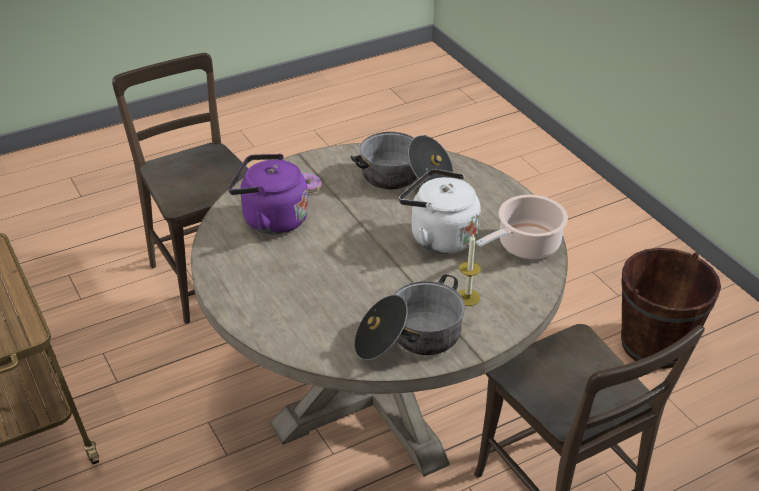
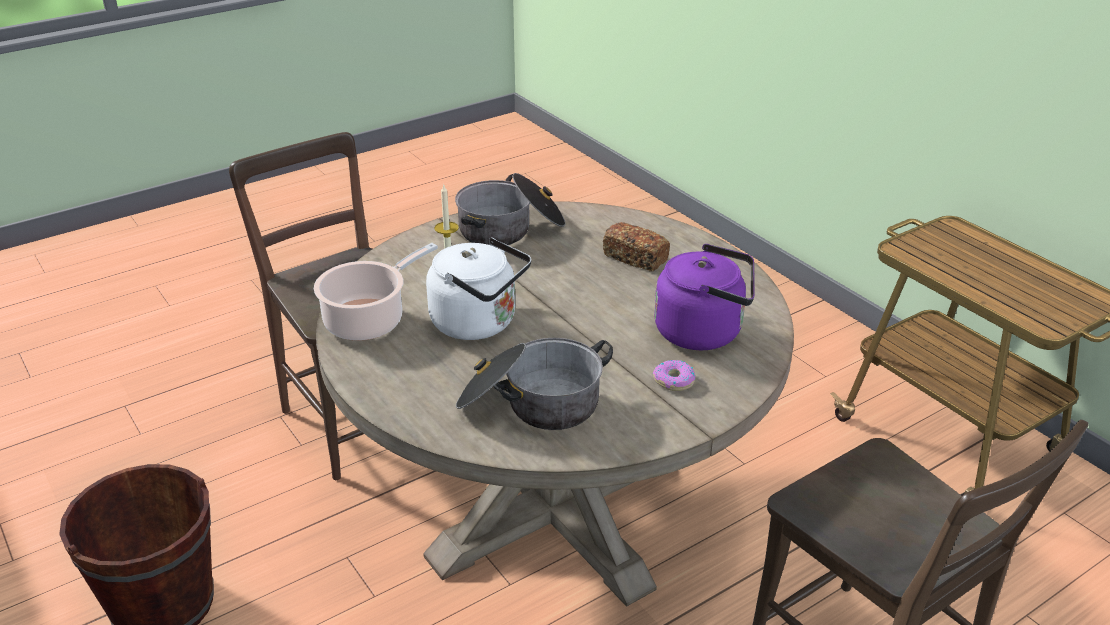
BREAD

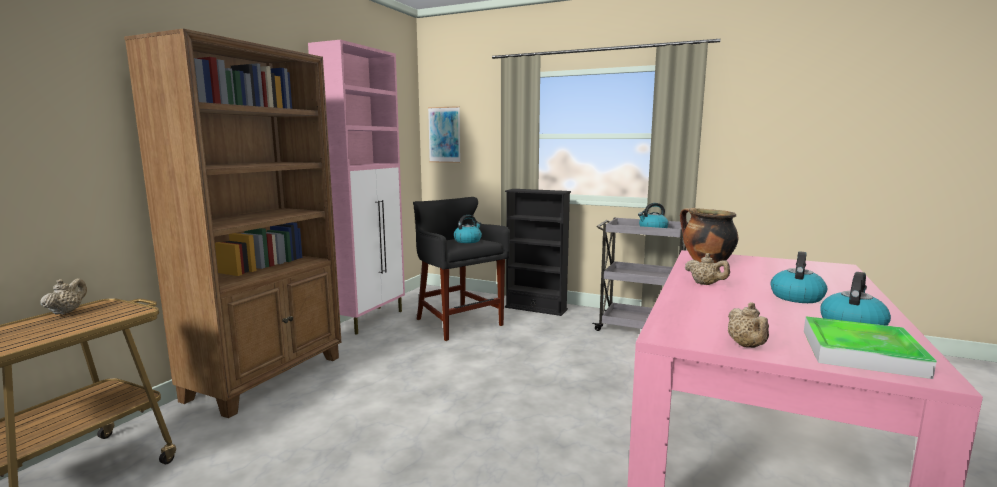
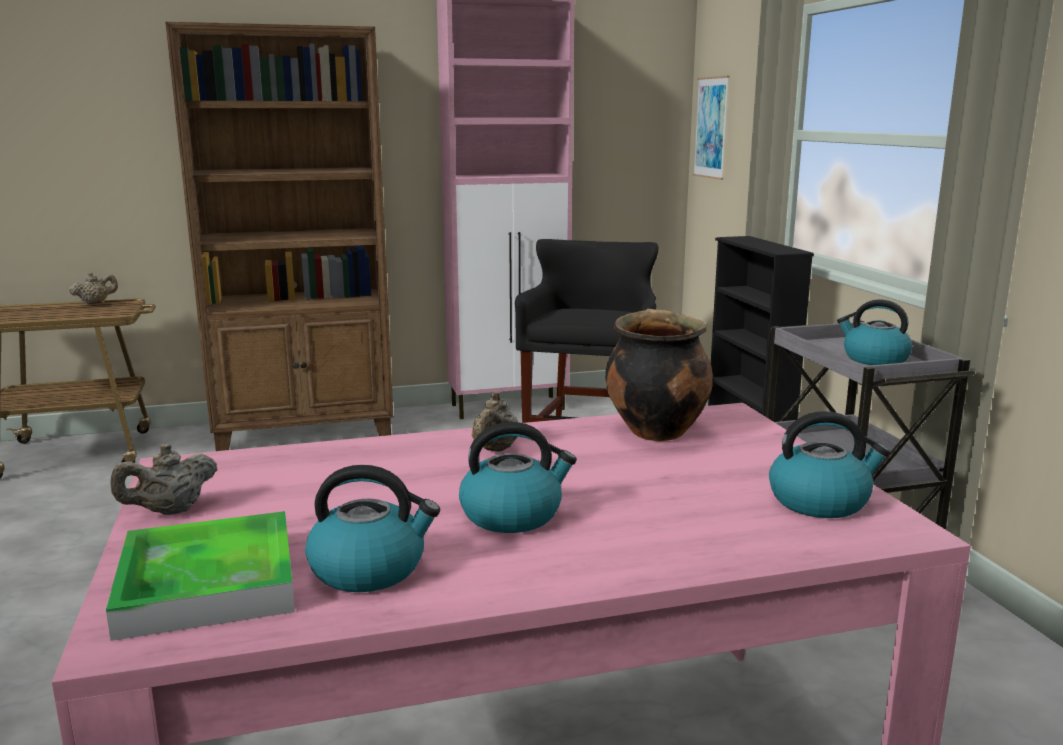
KETTLE (no. 3 from left)

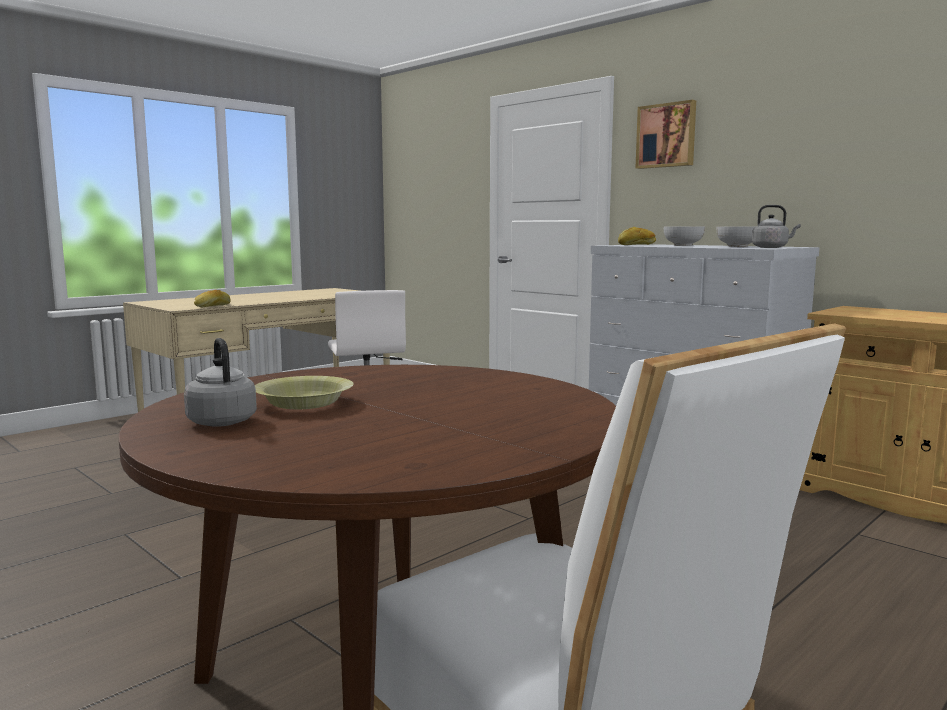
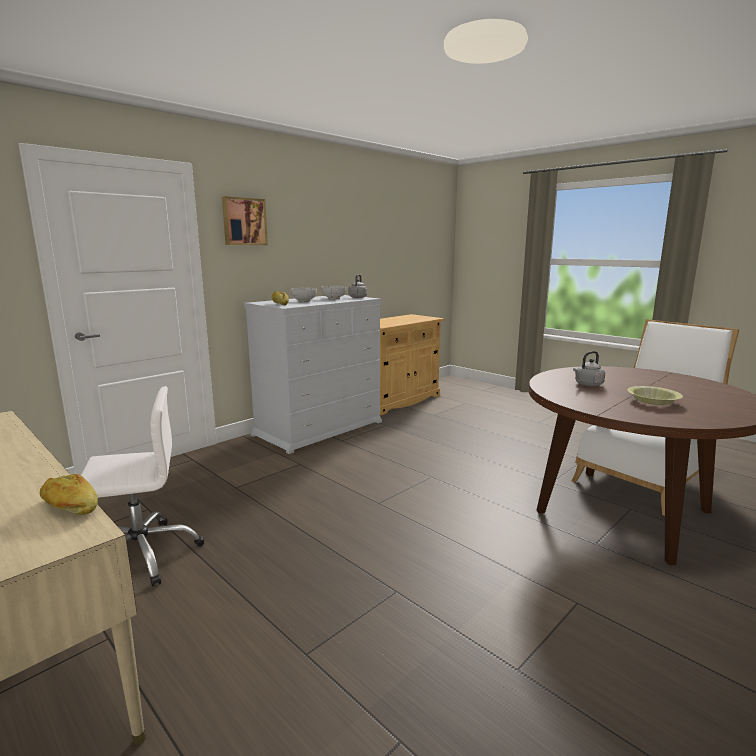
GREY KETTLE (no. 2 from left)

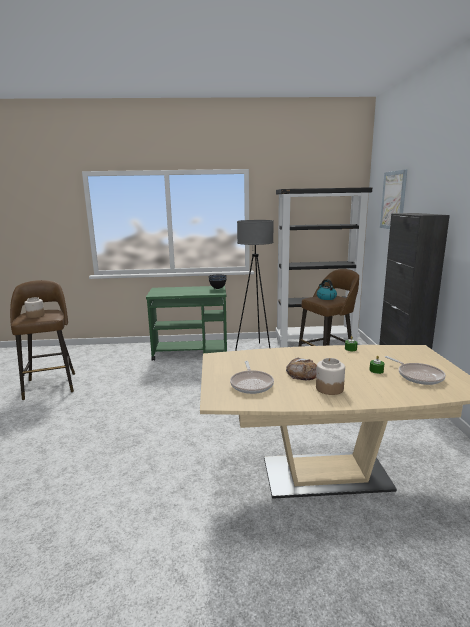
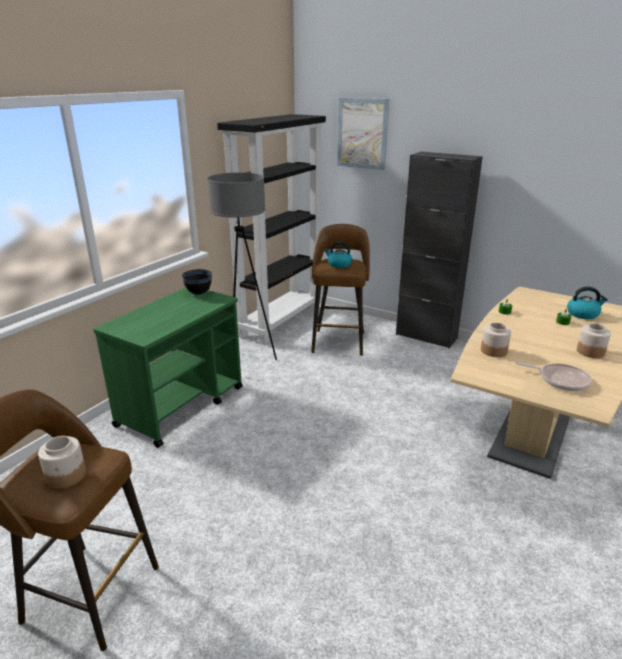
JAR (no. 2 from left); KETTLE (no. 2 from left); BREAD

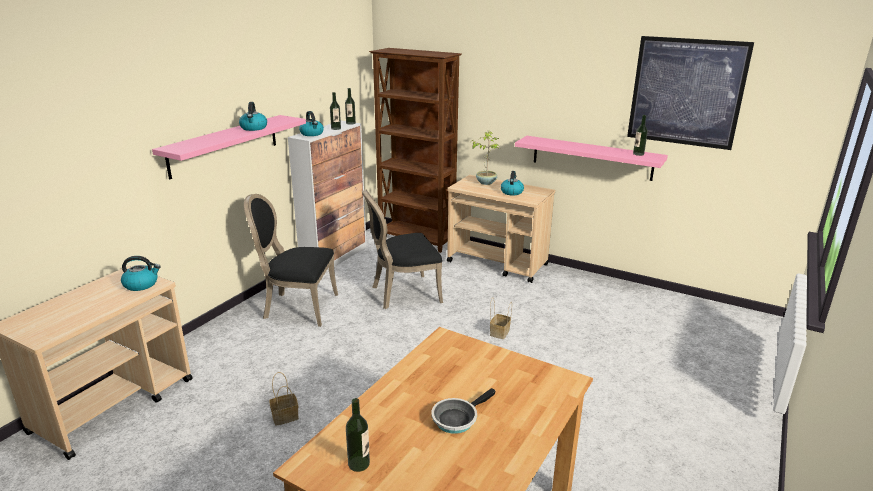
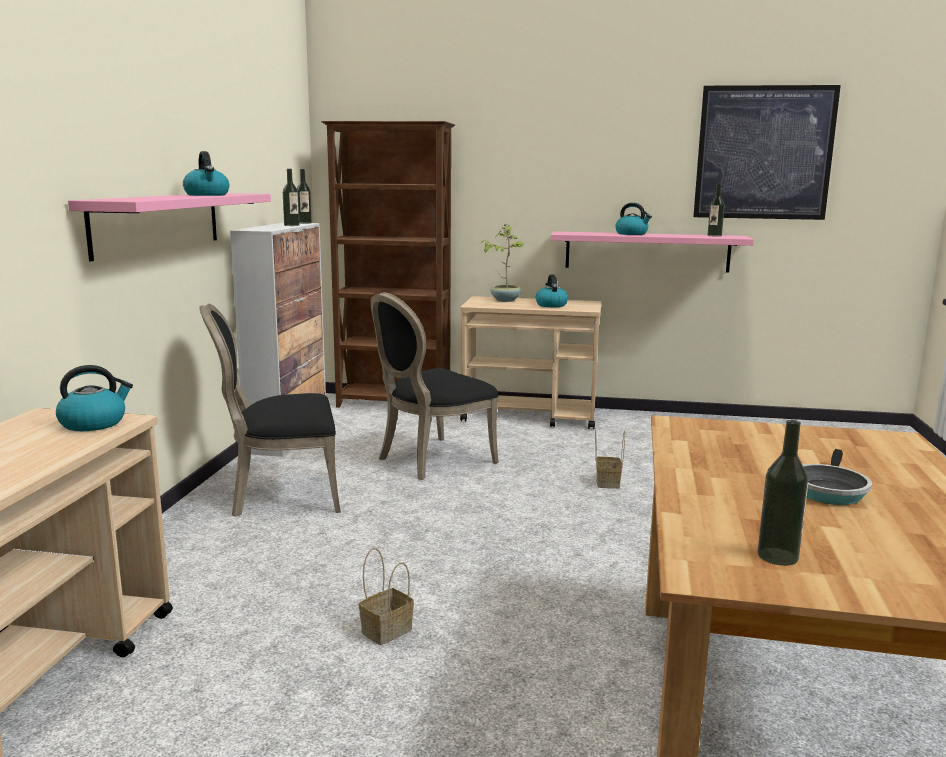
KETTLE (no. 4 from left)

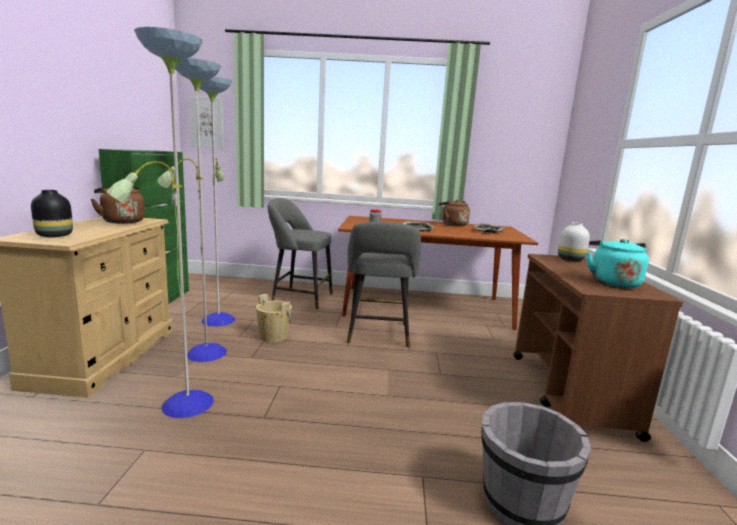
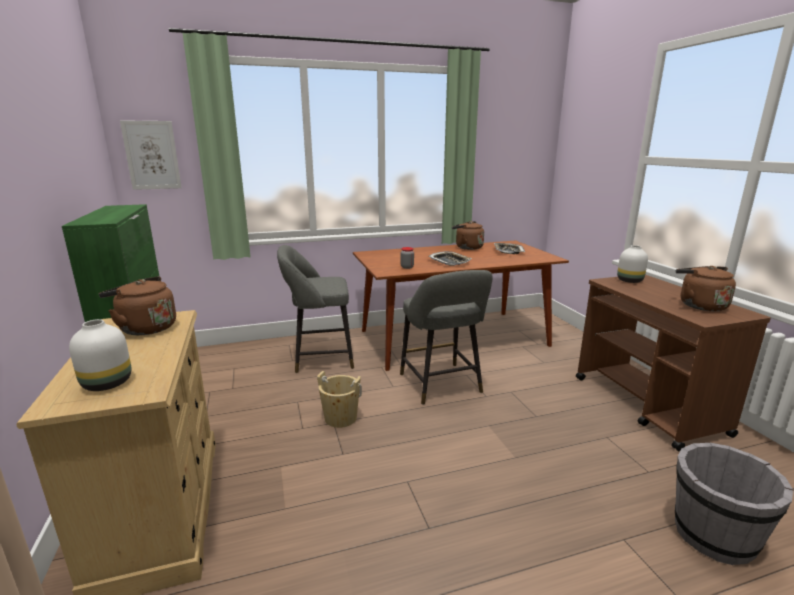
WHITE VASE (no. 1 from left); BROWN KETTLE (no. 3 from left); FLOOR LAMP

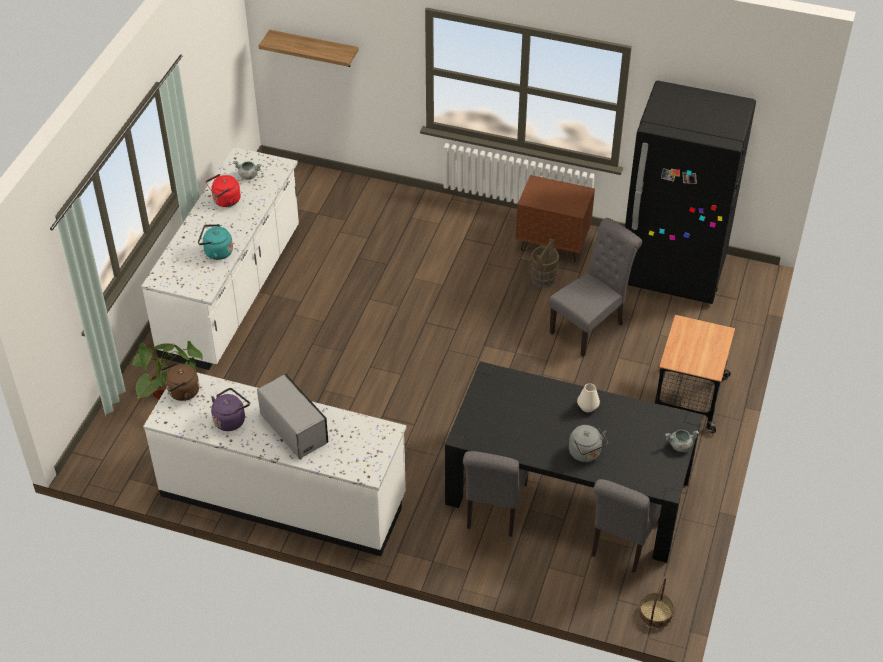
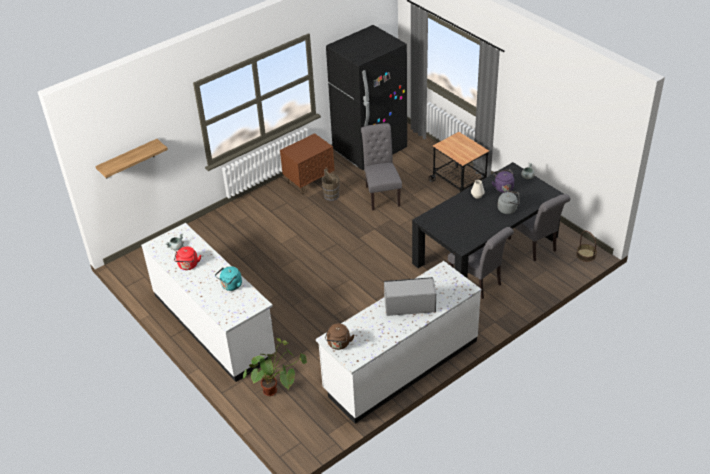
PURPLE KETTLE

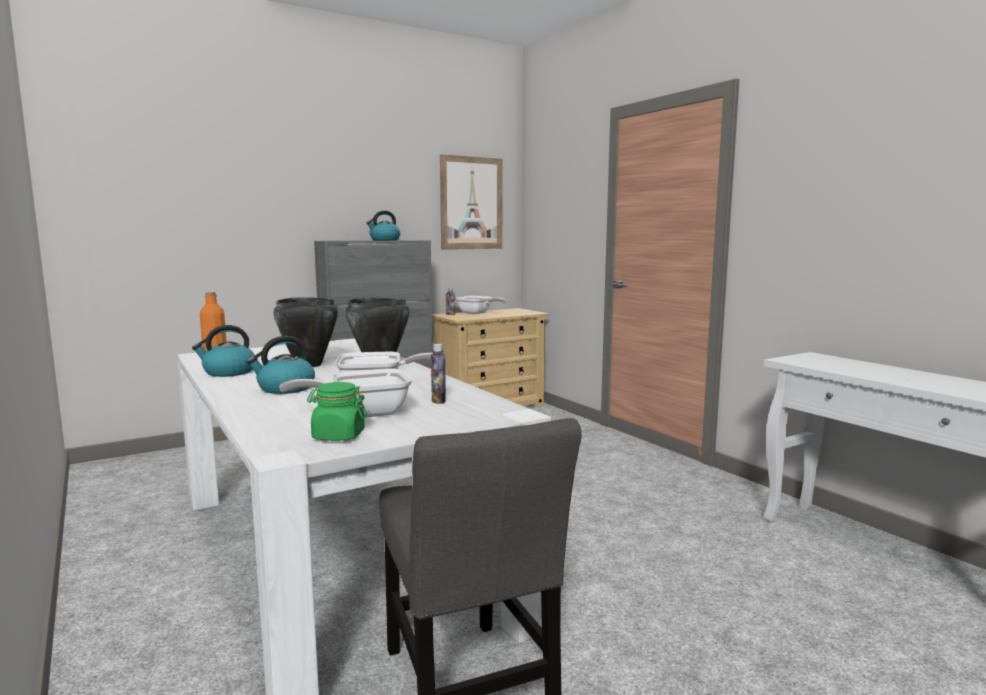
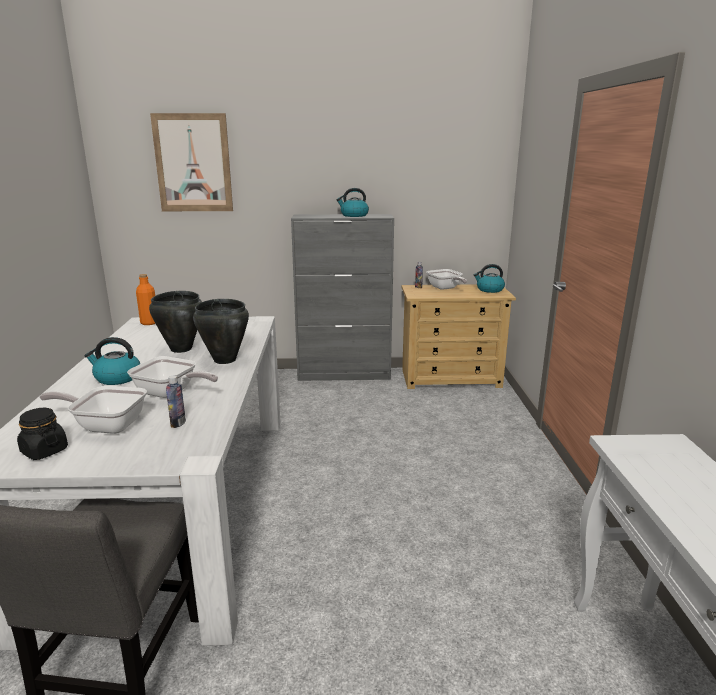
BLACK JAR; PICTURE; KETTLE (no. 3 from left)

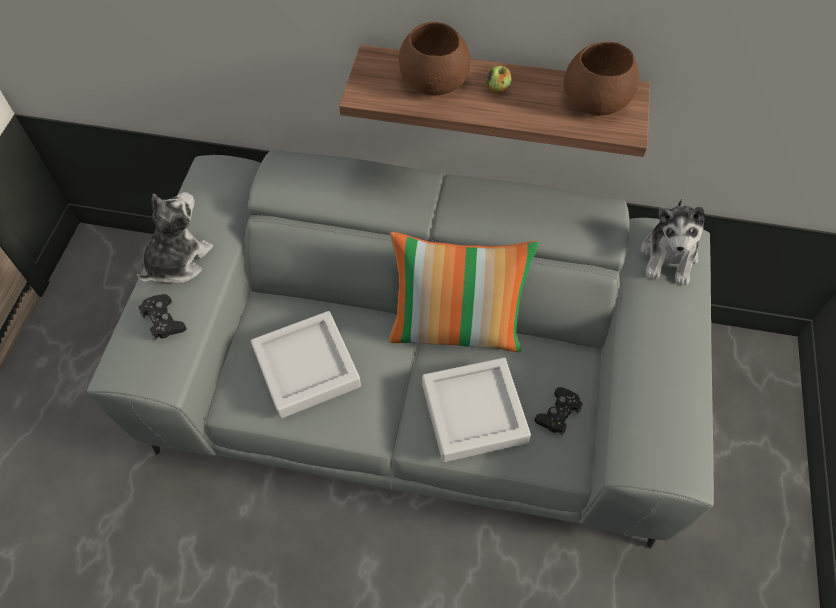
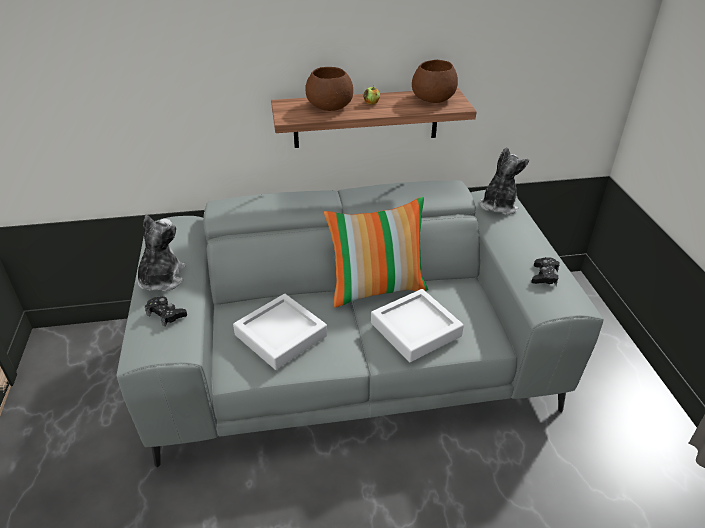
PLUSH TOY (no. 2 from left); BLACK GAME CONTROLLER (no. 2 from left)

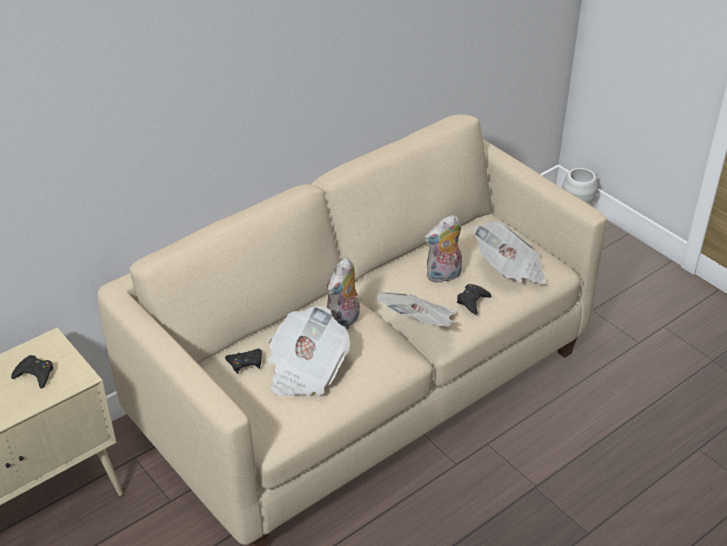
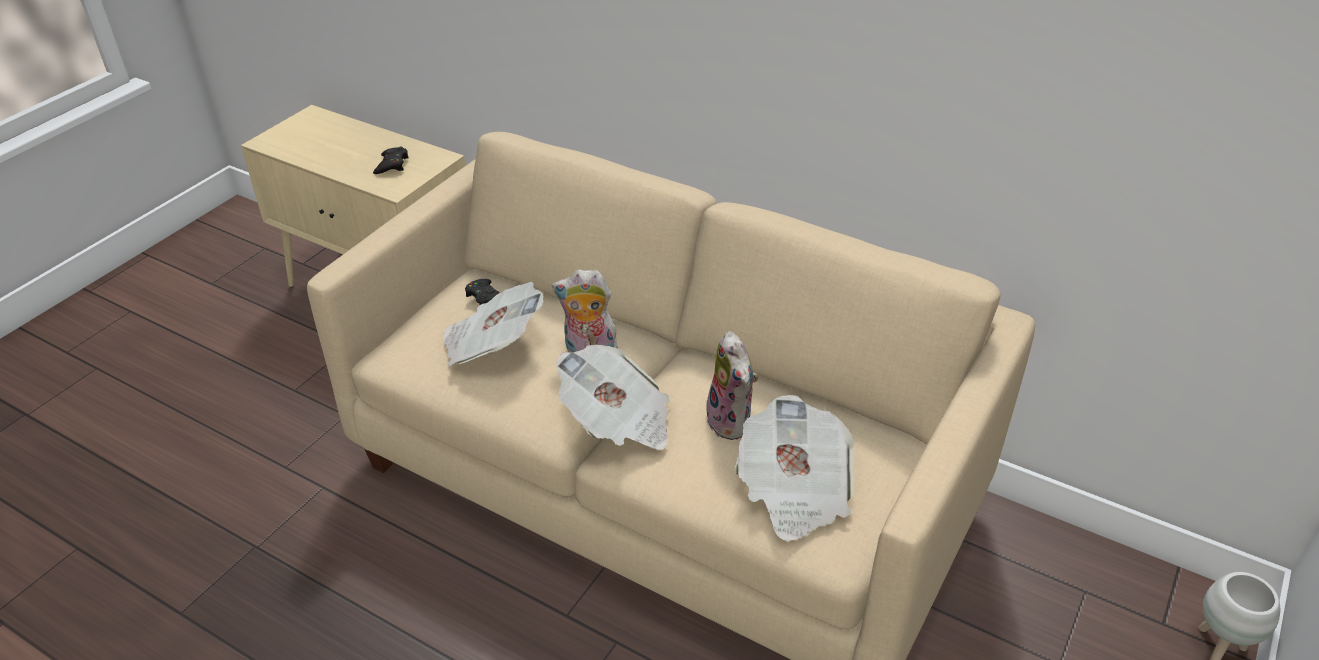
PLUSH TOY (no. 2 from left); BLACK GAME CONTROLLER (no. 3 from left in the first image)

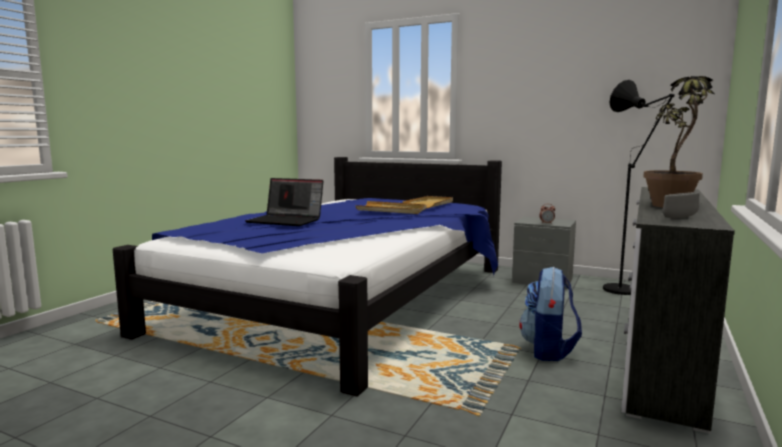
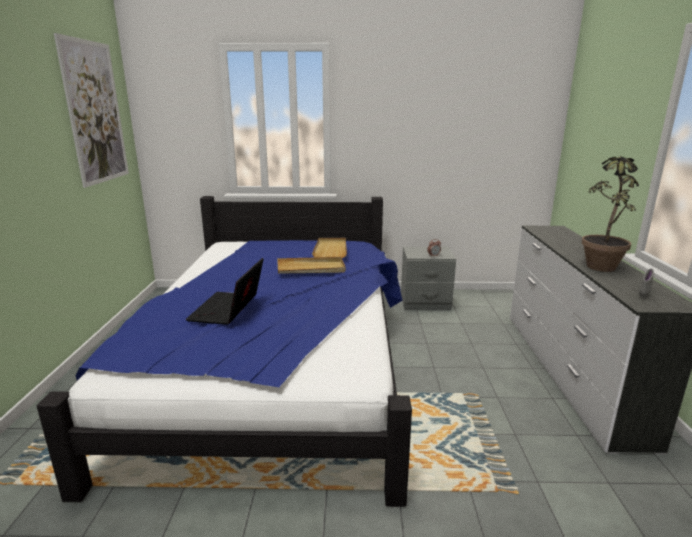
PICTURE; LAPTOP; BACKPACK; BLACK FLOOR LAMP

